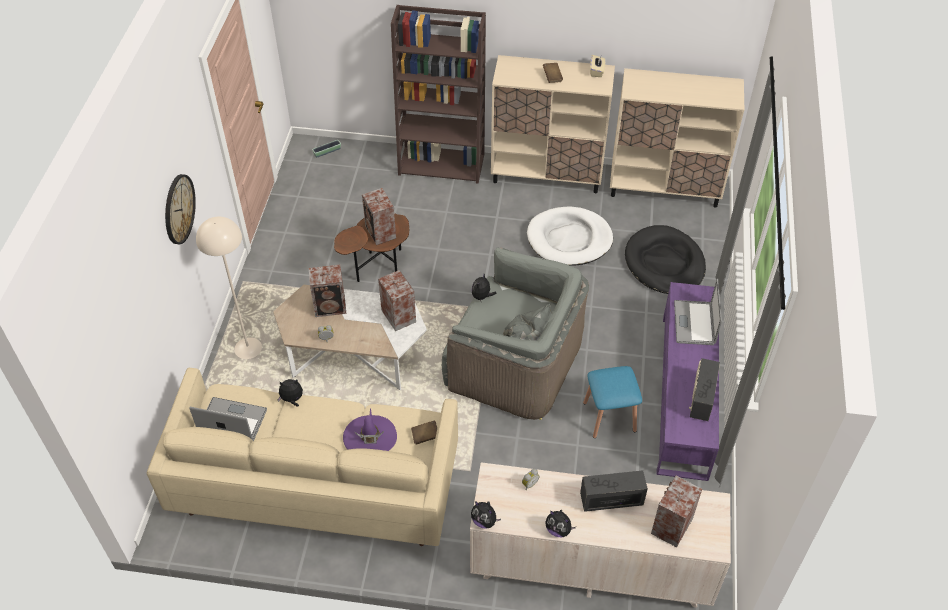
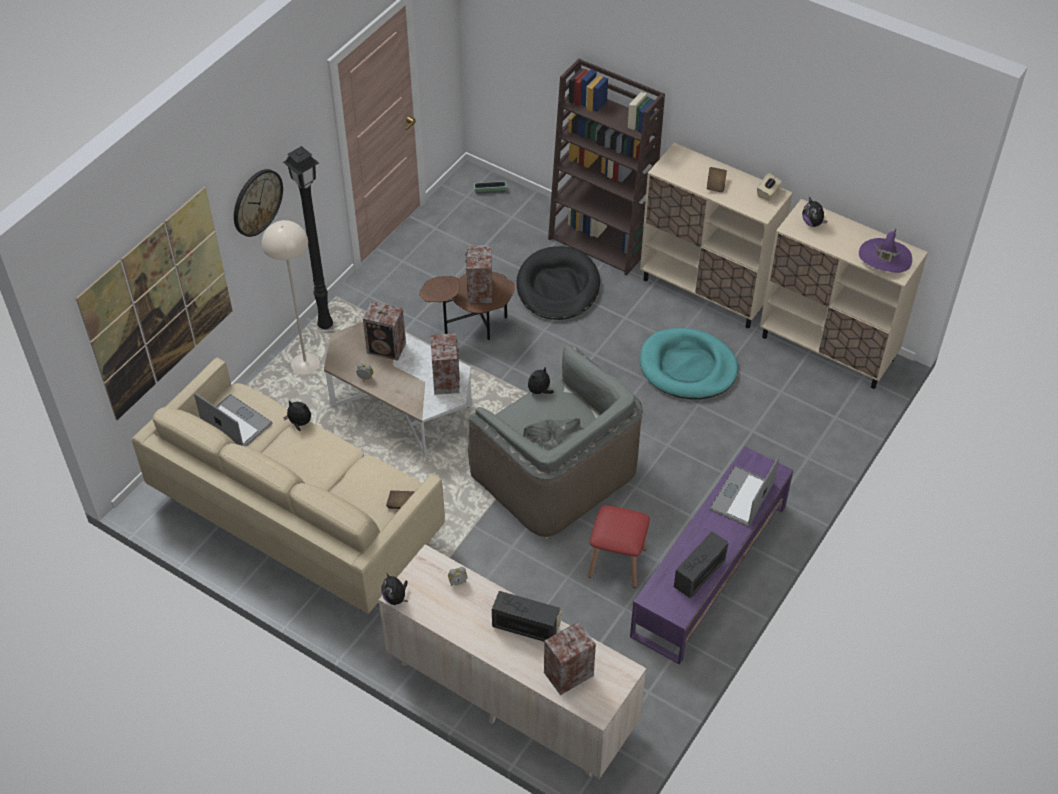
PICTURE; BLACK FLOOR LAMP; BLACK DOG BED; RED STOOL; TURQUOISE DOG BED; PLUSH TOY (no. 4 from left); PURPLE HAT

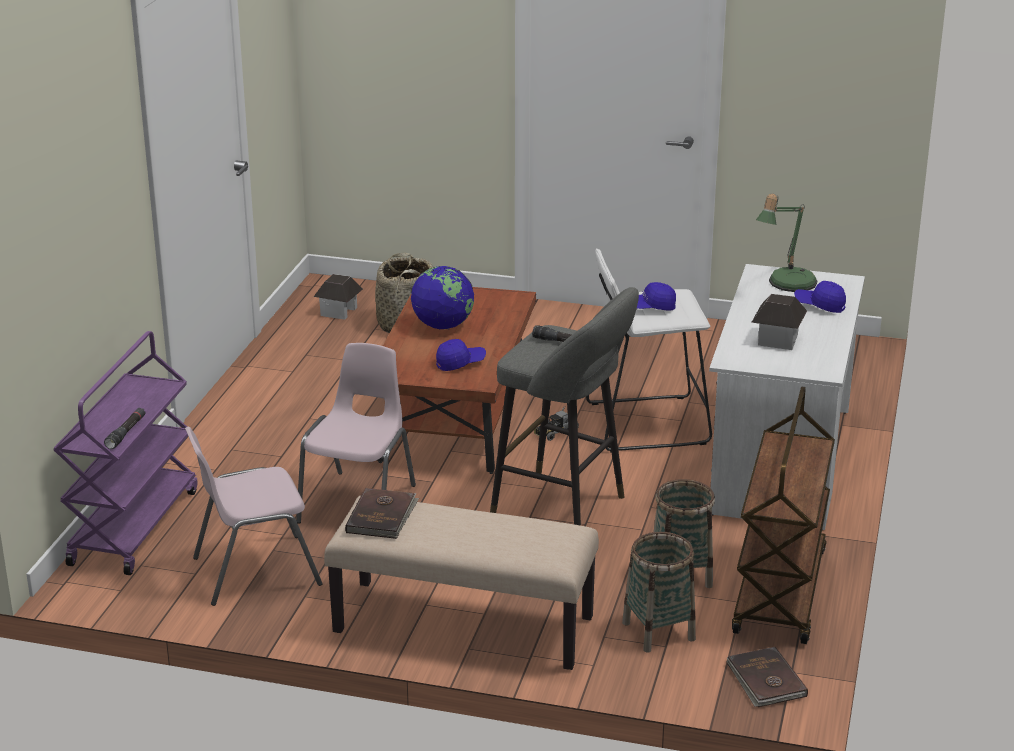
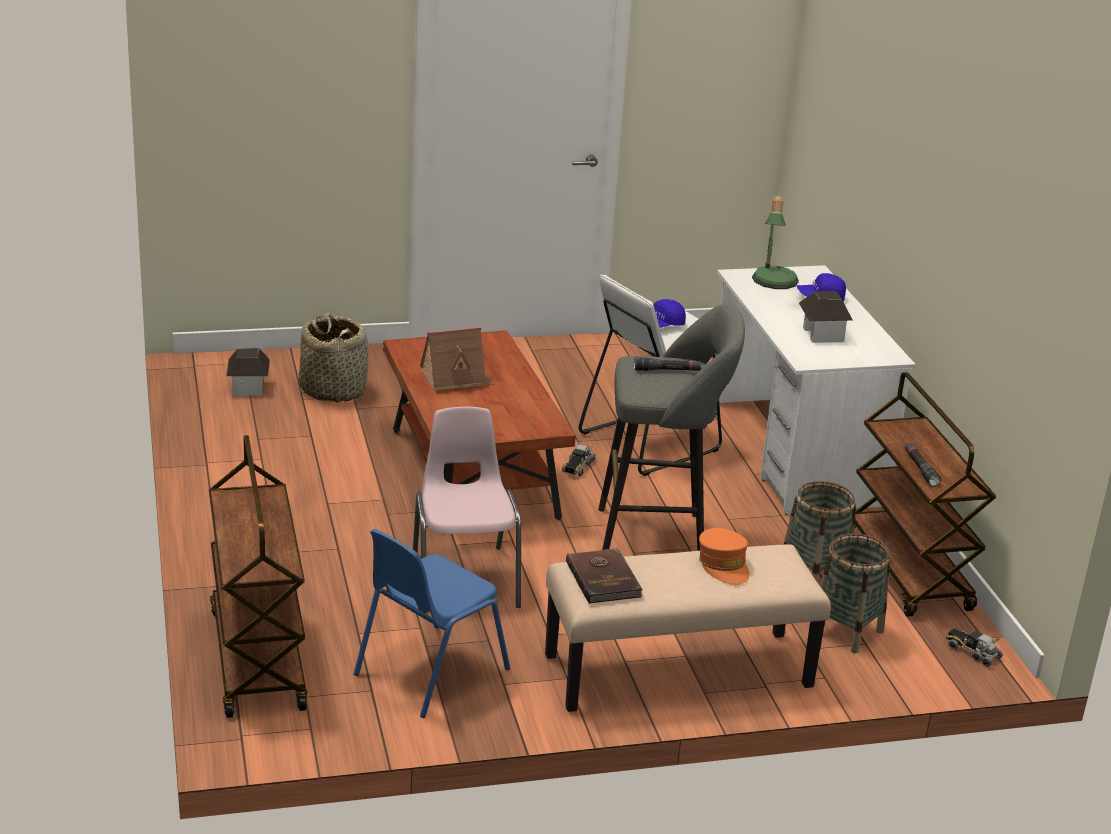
BROWN CART (no. 1 from left); BLUE CHAIR; TOY HOUSE (no. 2 from left); ORANGE CAP; BLACK FLASHLIGHT (no. 2 from left); TOY TRUCK (no. 2 from left); BLUE CAP (no. 1 from left in the first image)

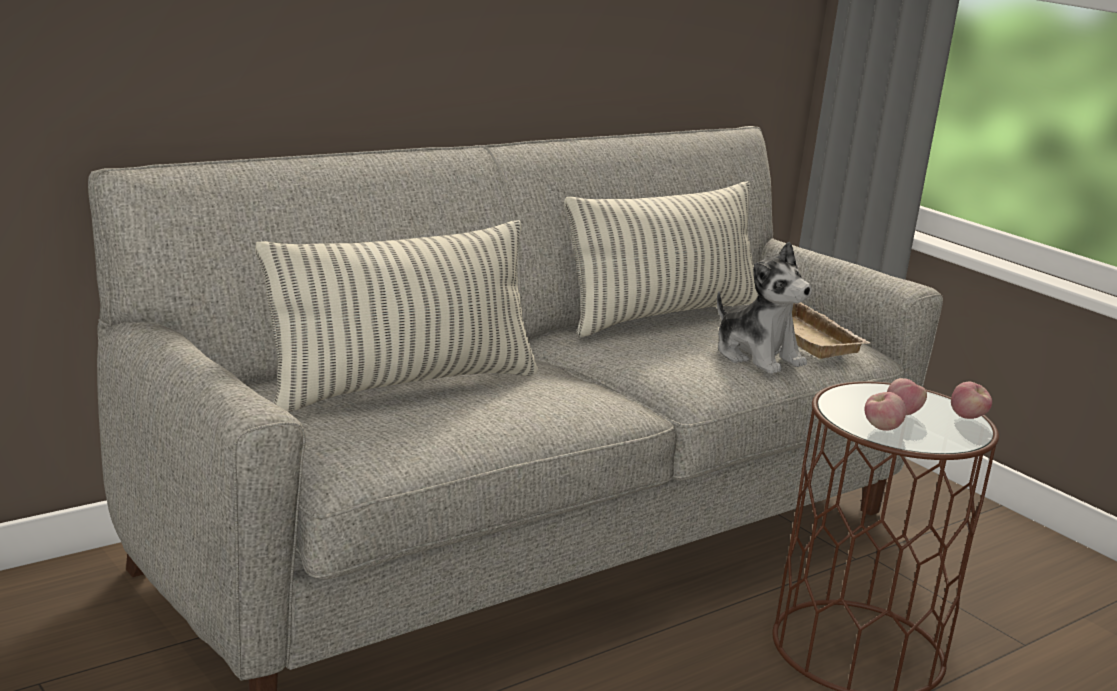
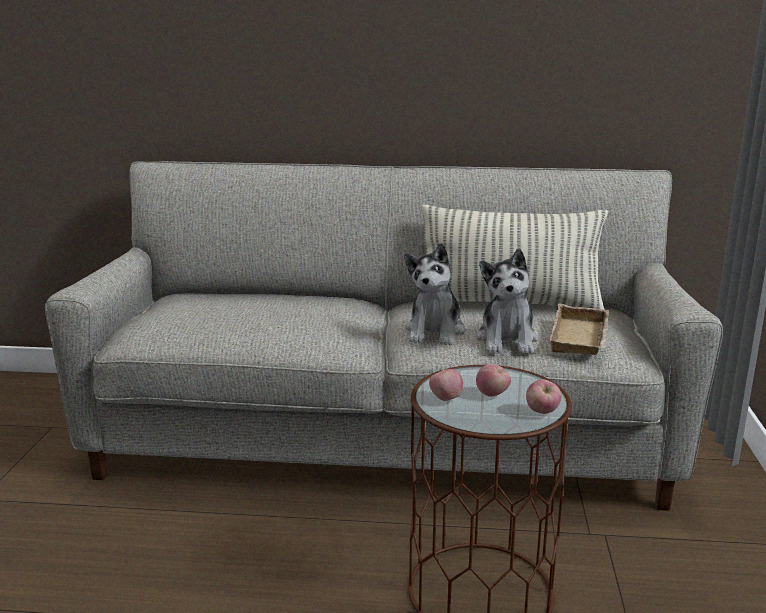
PLUSH TOY (no. 1 from left); PILLOW (no. 1 from left in the first image)

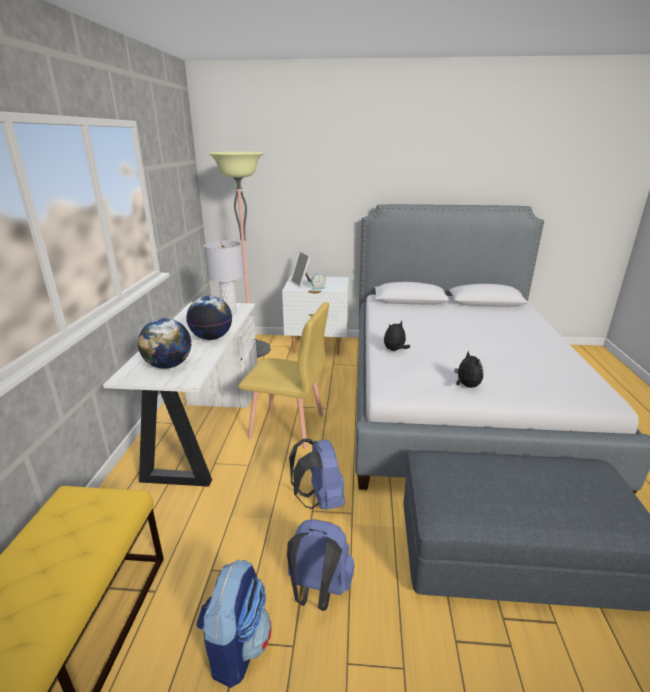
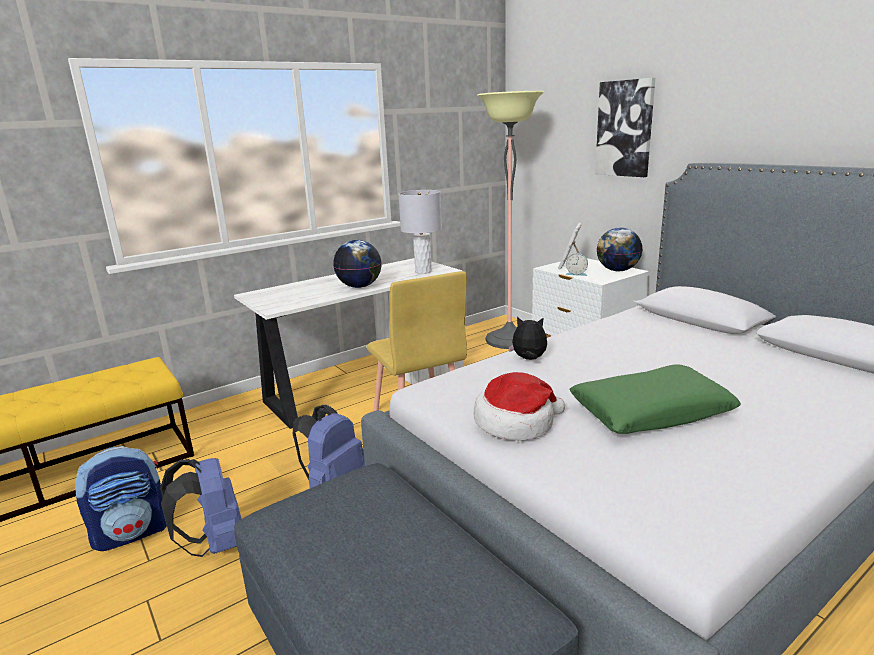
HAT; GREEN PILLOW; PICTURE; GLOBE (no. 2 from left)

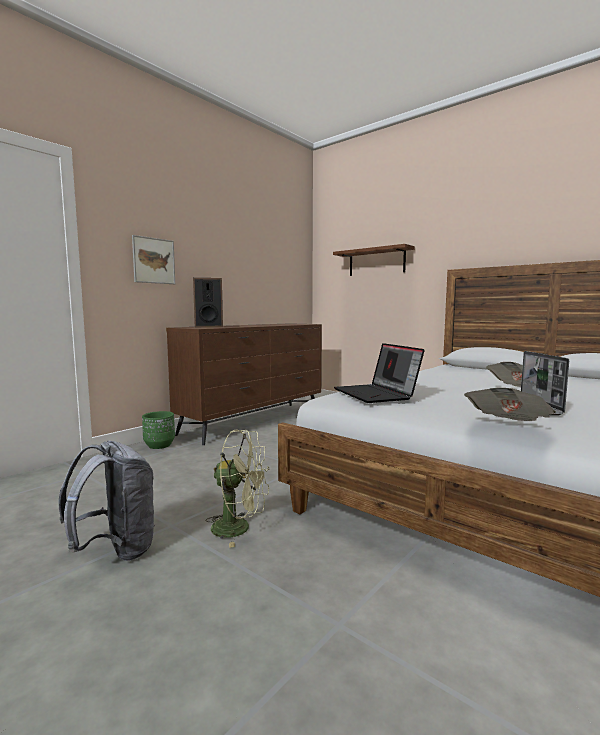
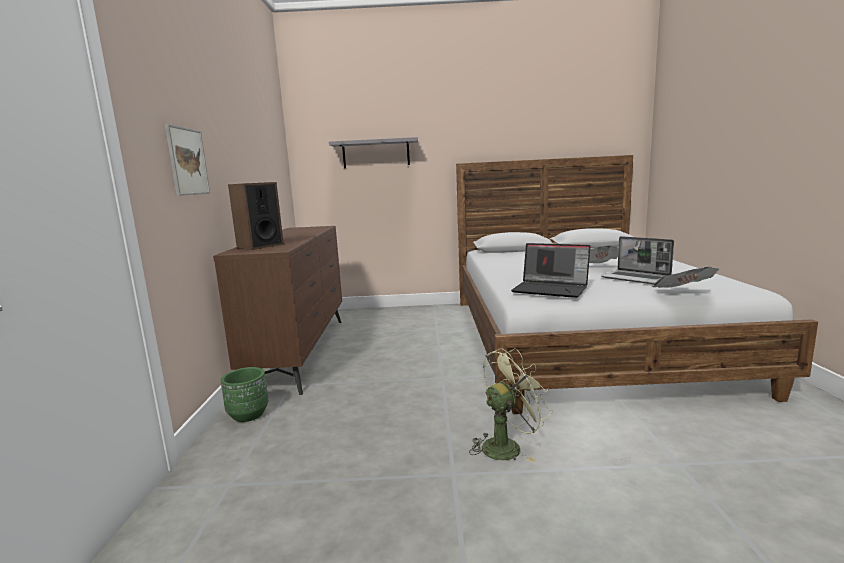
GREY SHELF; GREY BACKPACK

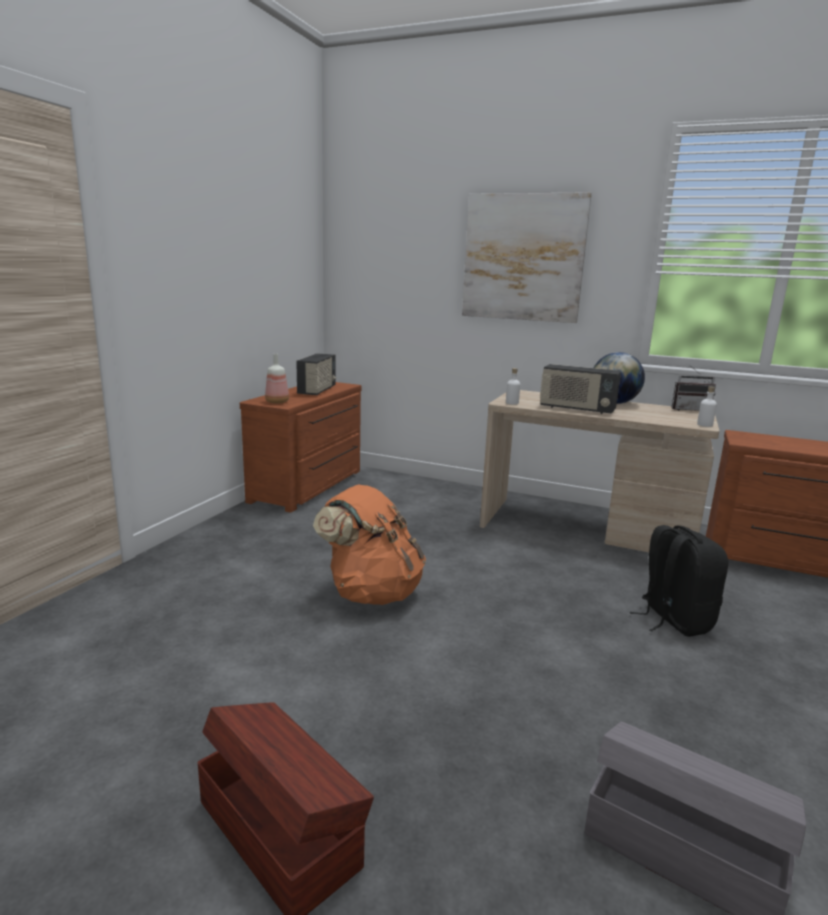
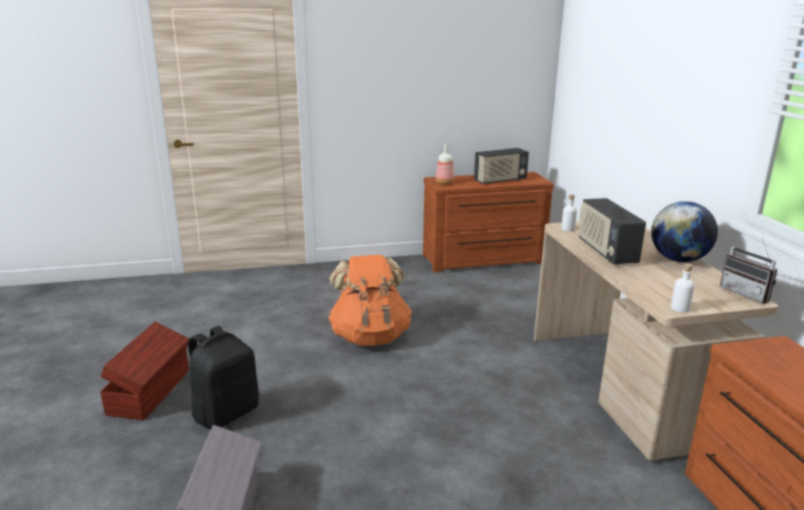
BLACK BACKPACK; PICTURE

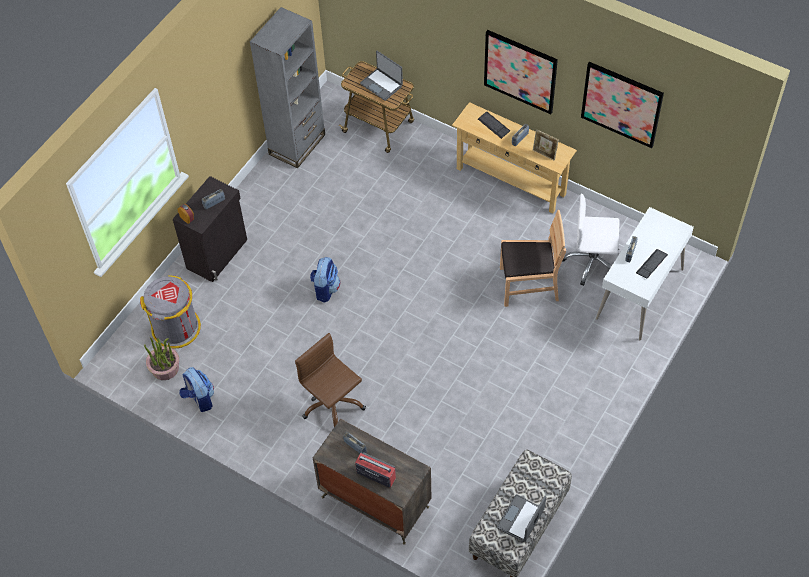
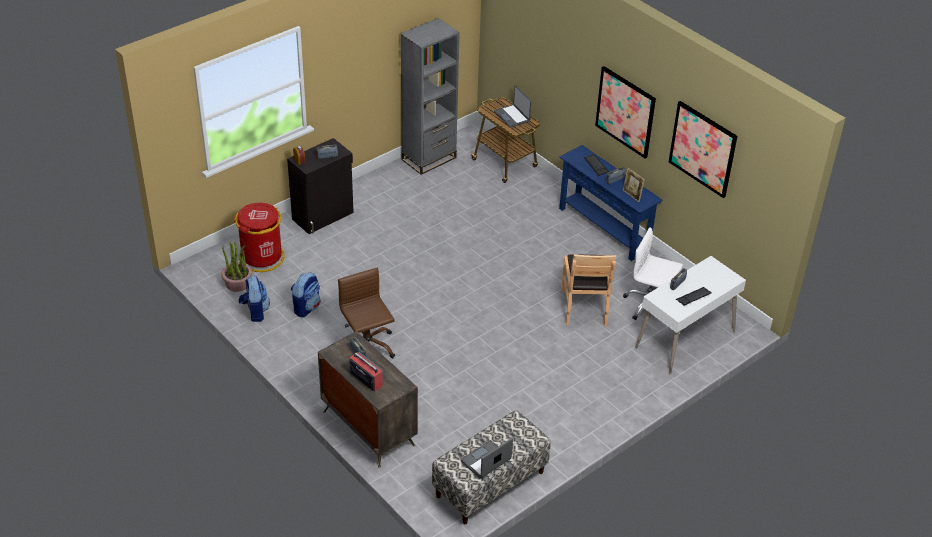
RED TRASH CAN; BACKPACK (no. 2 from left); BLUE CONSOLE TABLE; BROWN CHAIR

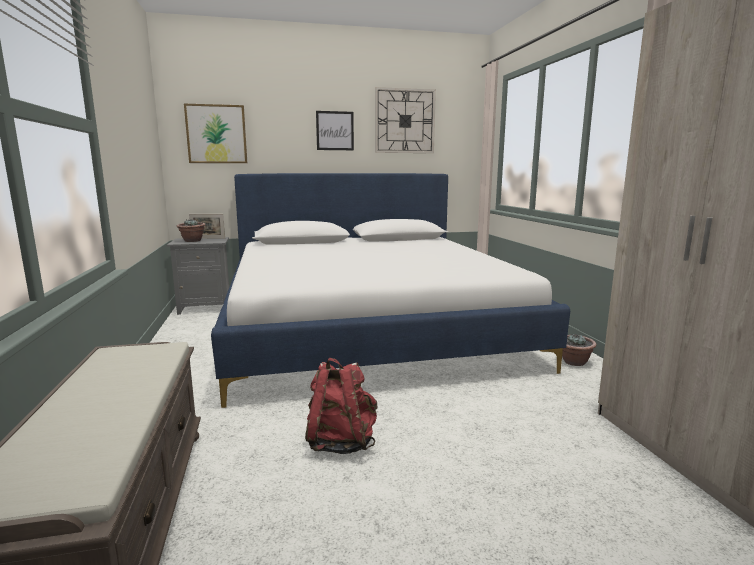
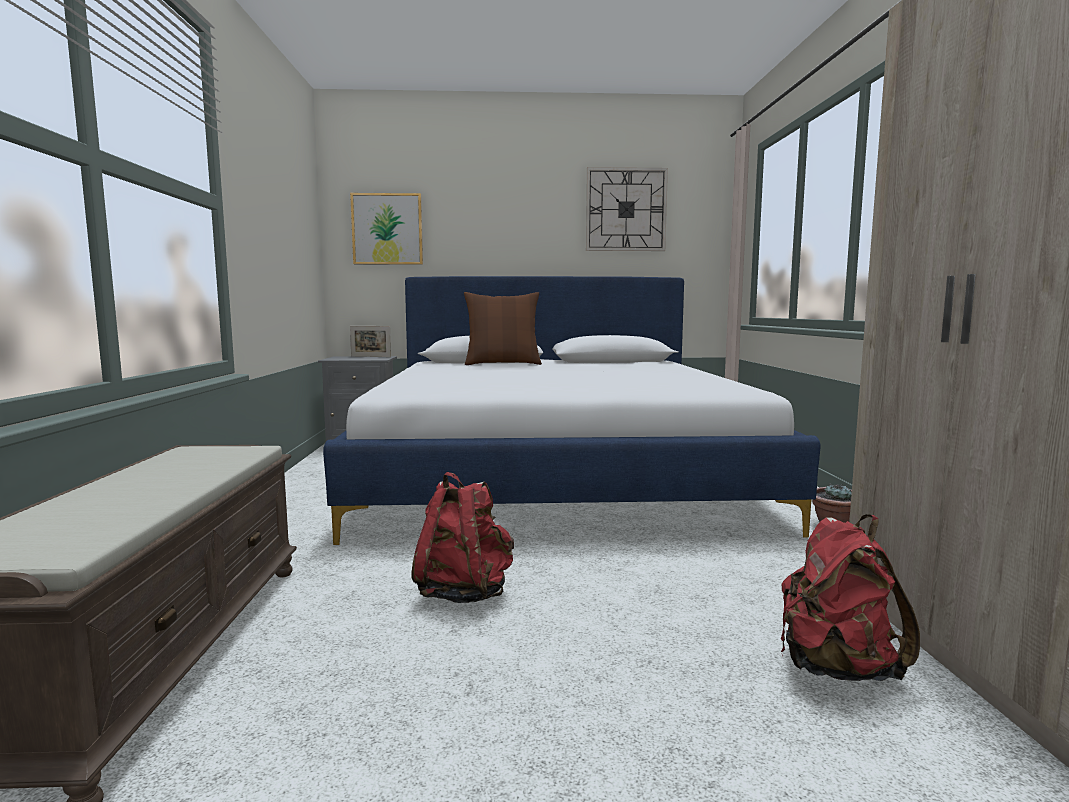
BROWN PILLOW; RED BACKPACK (no. 2 from left); POTTED PLANT (no. 1 from left in the first image); PICTURE (no. 2 from left in the first image)

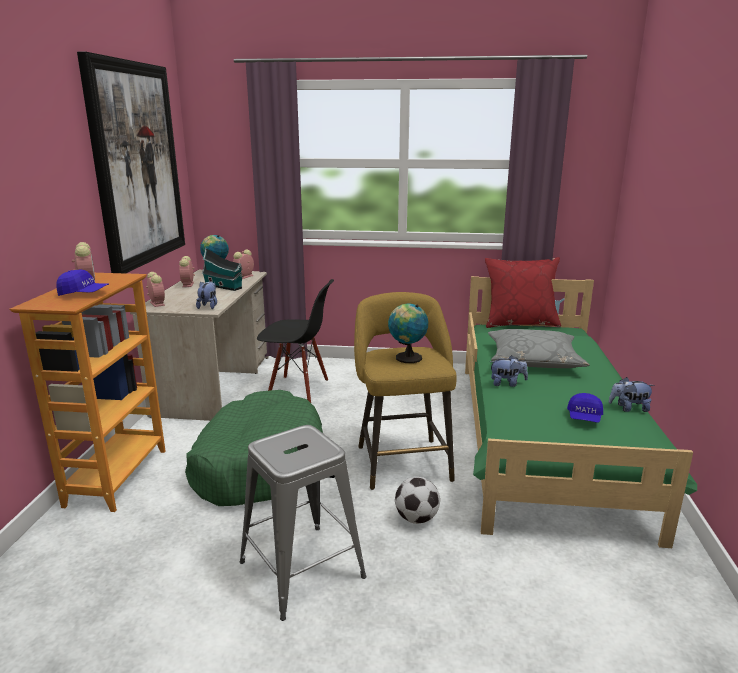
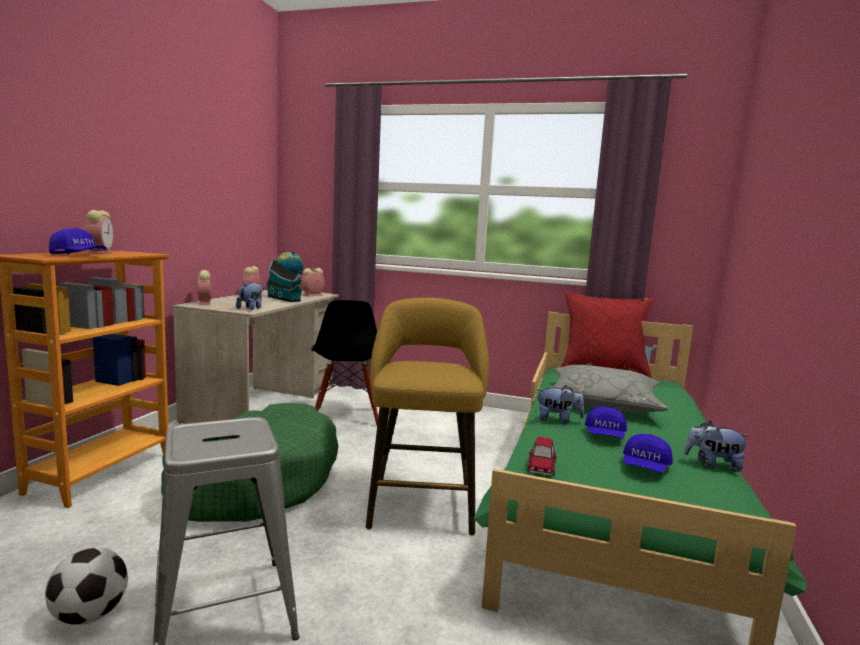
FOOTBALL; BLACK CHAIR; TOY CAR; BLUE CAP (no. 2 from left); PICTURE; GLOBE (no. 2 from left in the first image)

